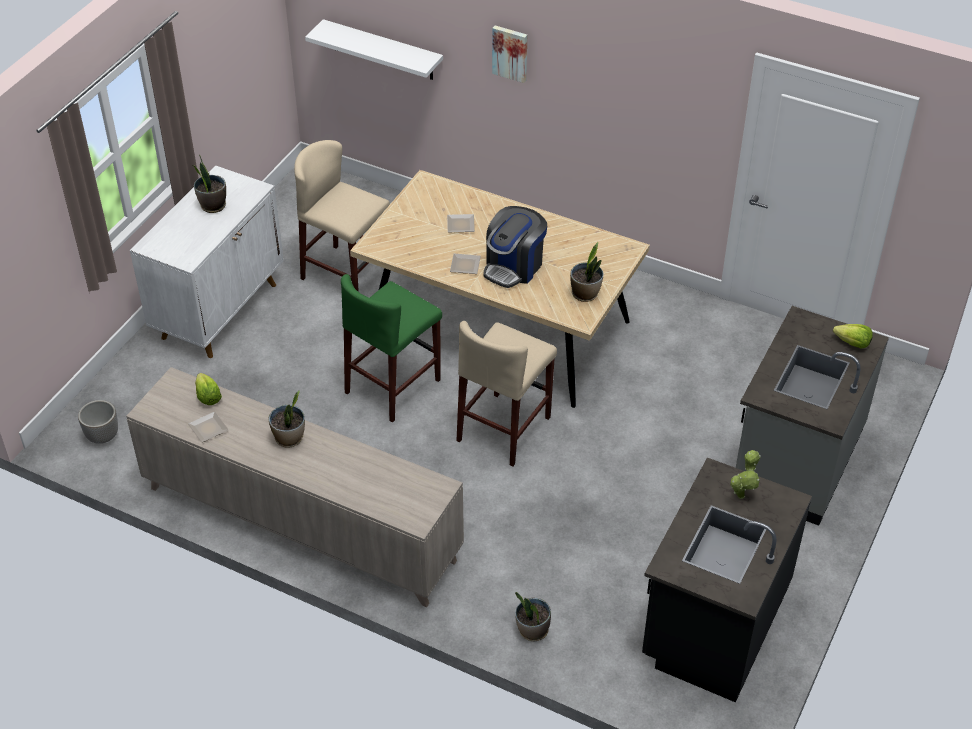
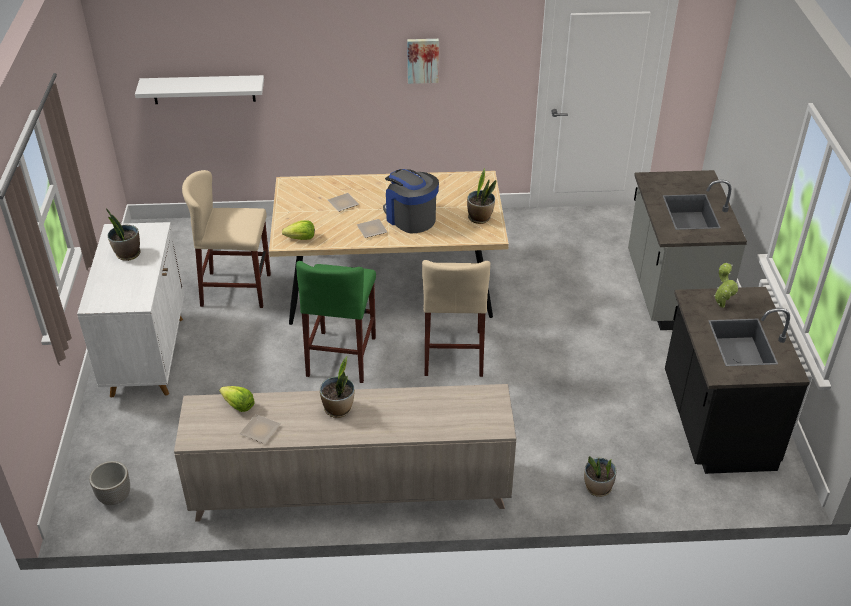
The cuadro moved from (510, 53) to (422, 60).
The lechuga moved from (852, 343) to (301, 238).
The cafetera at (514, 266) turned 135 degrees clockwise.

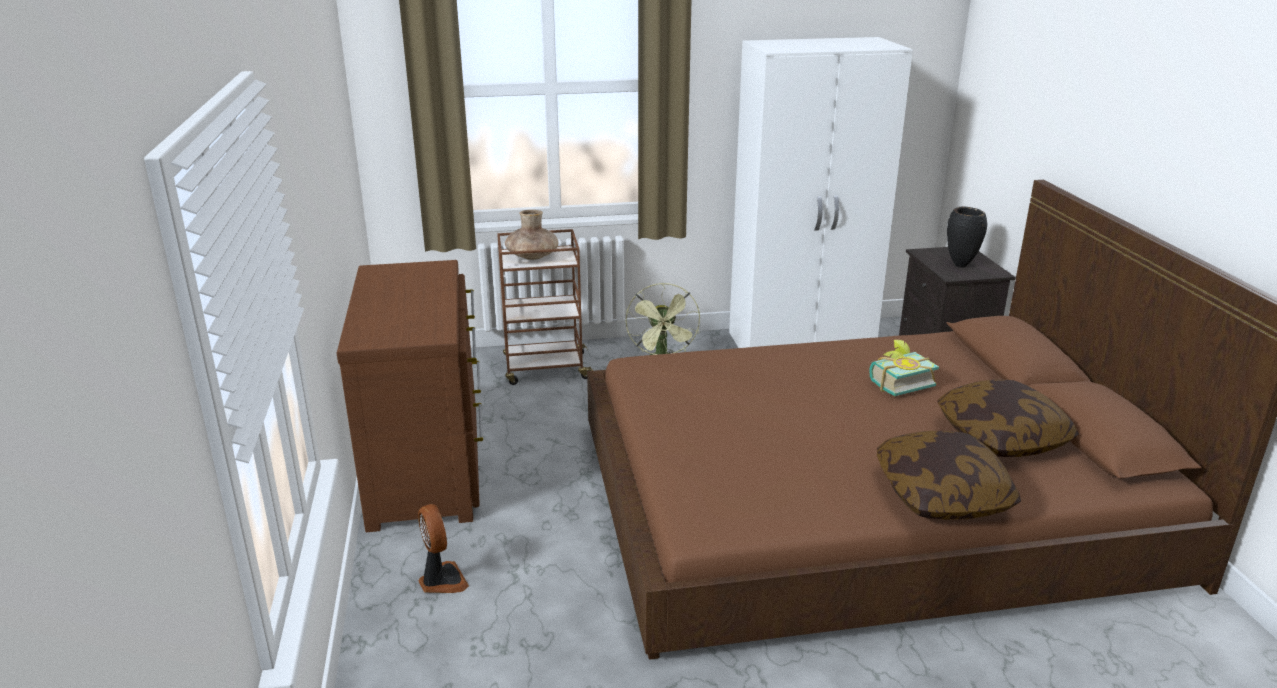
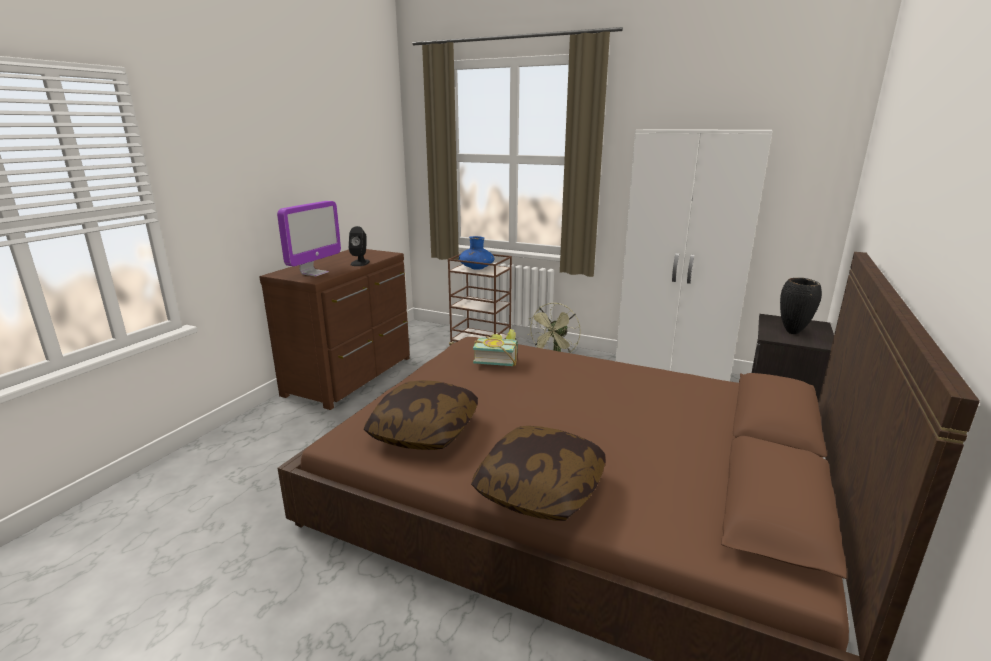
The ventilador at (441, 581) disappeared.
The monitor at (314, 273) appeared.
The altavoz/negro at (360, 263) appeared.
The libro moved from (897, 382) to (496, 359).
The cojín moved from (1002, 437) to (424, 431).
The florero/marrón at (532, 256) became the florero/azul at (476, 268).

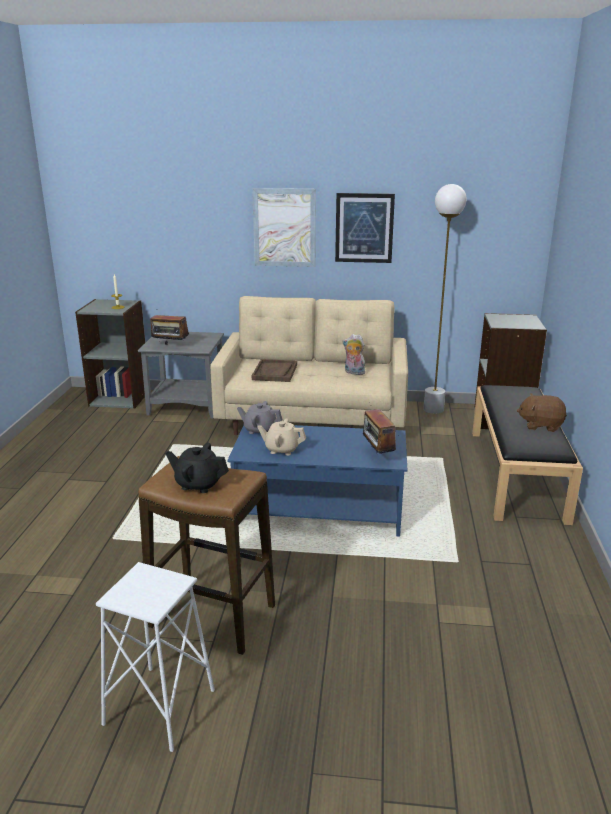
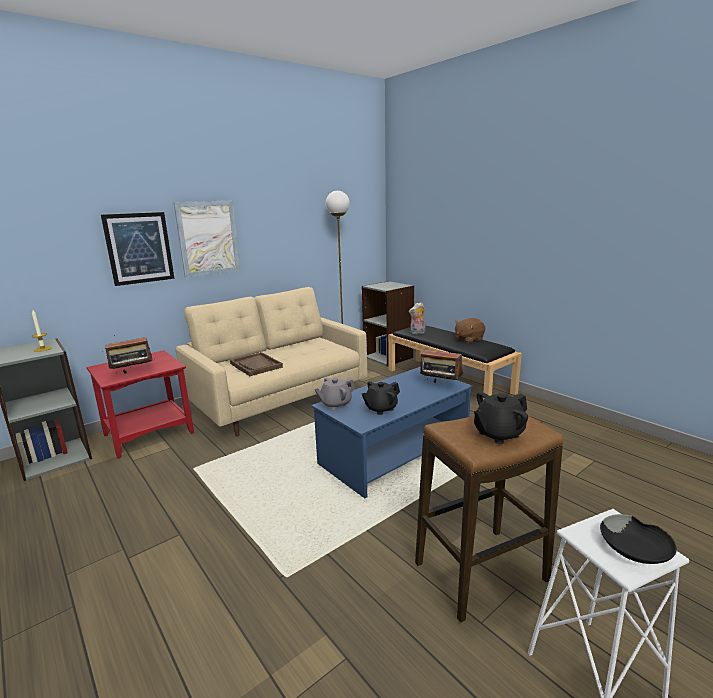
The cuenco/negro at (636, 549) appeared.
The cuadro moved from (364, 228) to (139, 248).
The peluche moved from (353, 372) to (417, 333).
The mesa auxiliar/gris at (187, 405) became the mesa auxiliar/rojo at (148, 433).
The tetera/beis at (282, 449) became the tetera/negro at (380, 409).

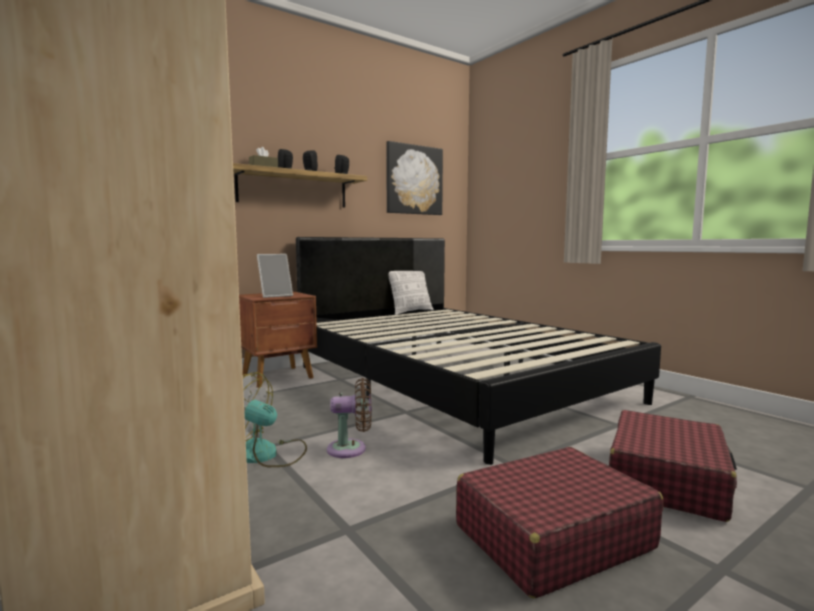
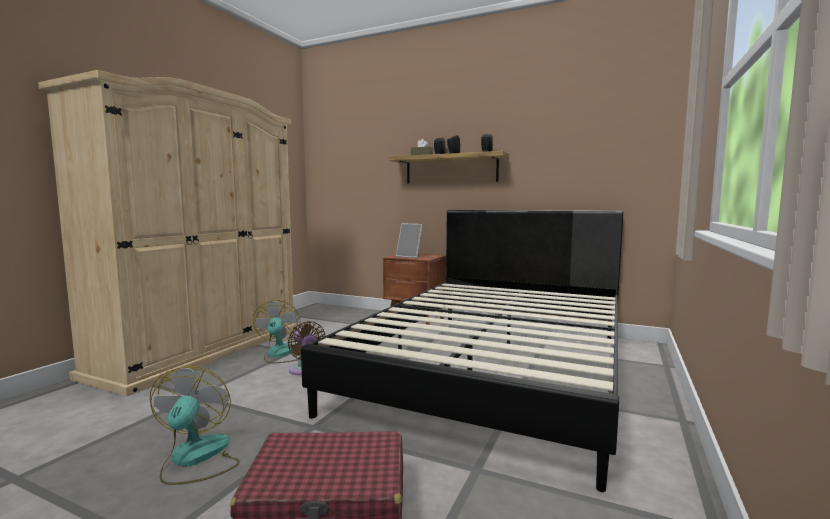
The cuadro at (414, 180) disappeared.
The cojín at (410, 312) disappeared.
The maleta/rojo at (552, 537) was replaced by the ventilador at (195, 459).

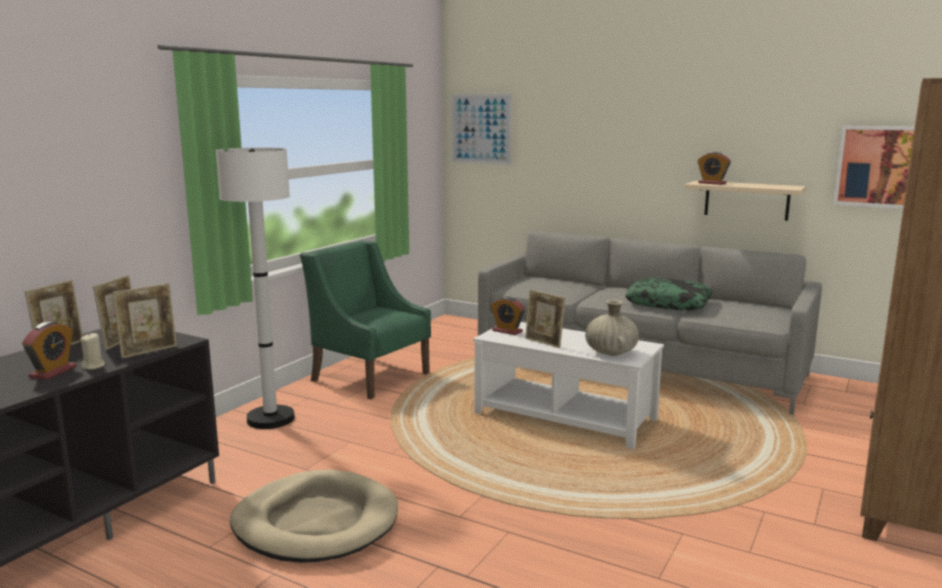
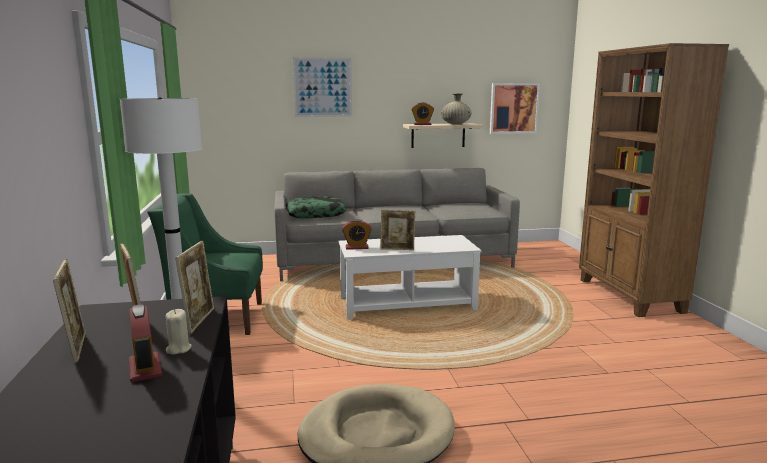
The cuadro moved from (481, 129) to (323, 87).
The florero/beis moved from (611, 352) to (455, 124).
The cojín moved from (668, 303) to (315, 214).

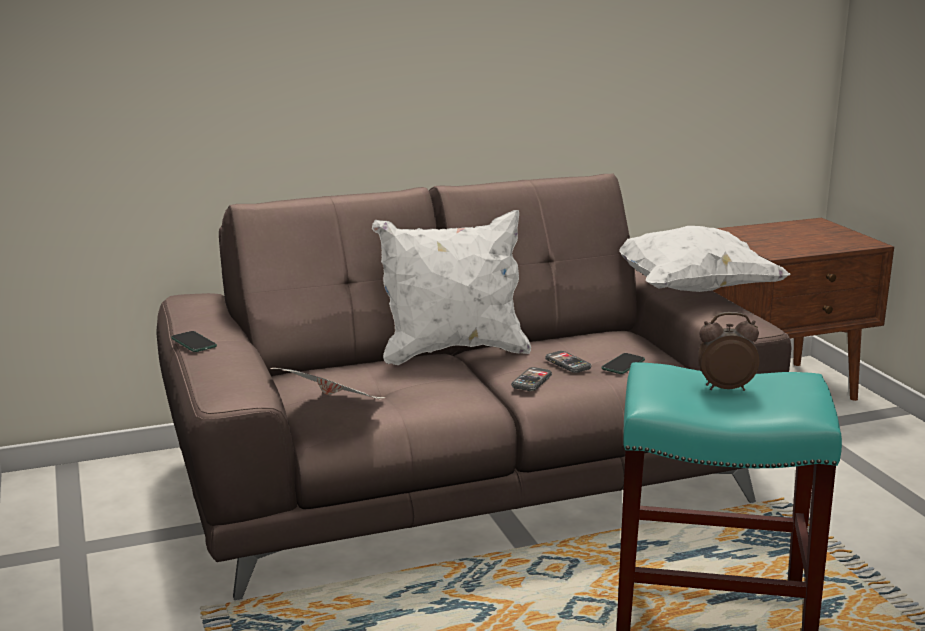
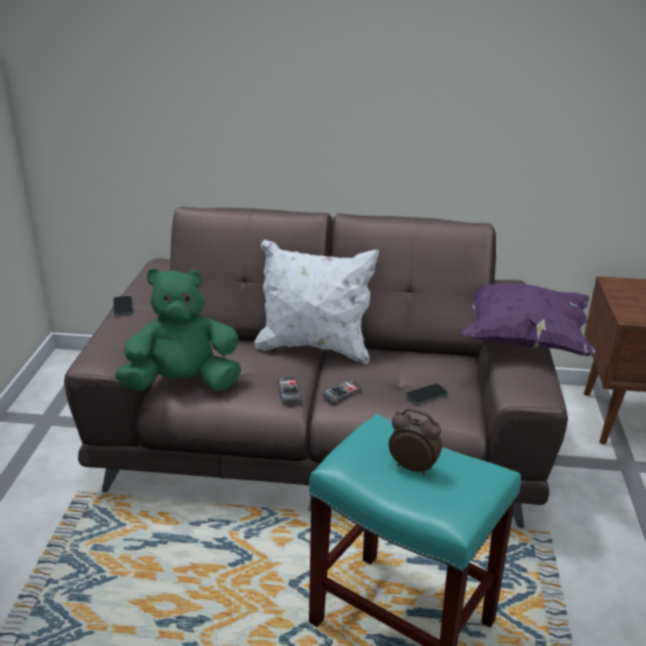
The móvil moved from (568, 363) to (289, 391).
The periódico at (333, 413) was replaced by the peluche/verde at (183, 384).
The cojín/blanco at (691, 290) became the cojín/morado at (524, 339).

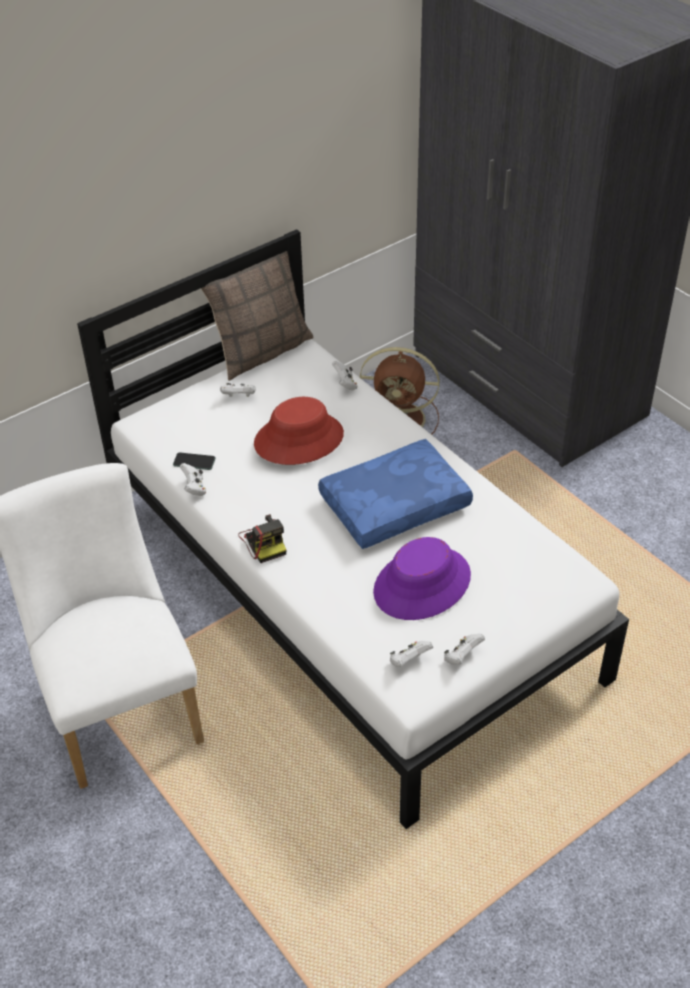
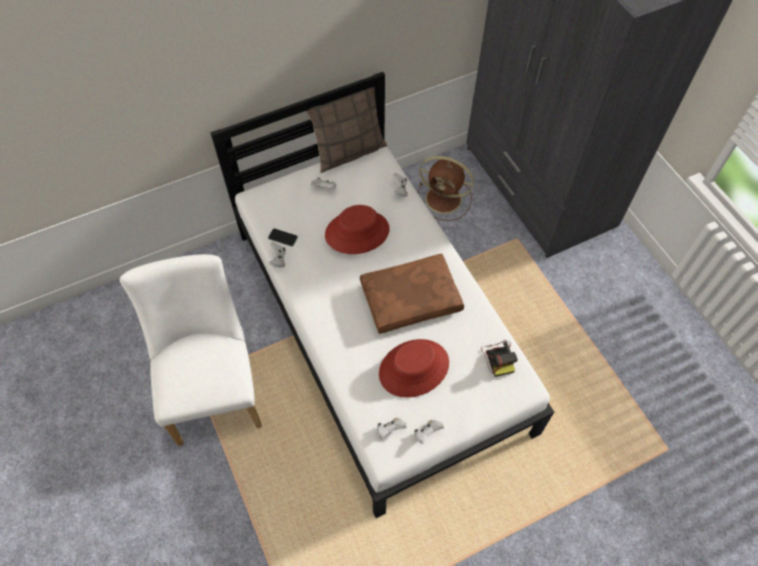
The cámara moved from (264, 542) to (499, 358).
The cojín/azul at (394, 503) became the cojín/marrón at (411, 297).
The sombrero/morado at (422, 584) became the sombrero/rojo at (414, 368).

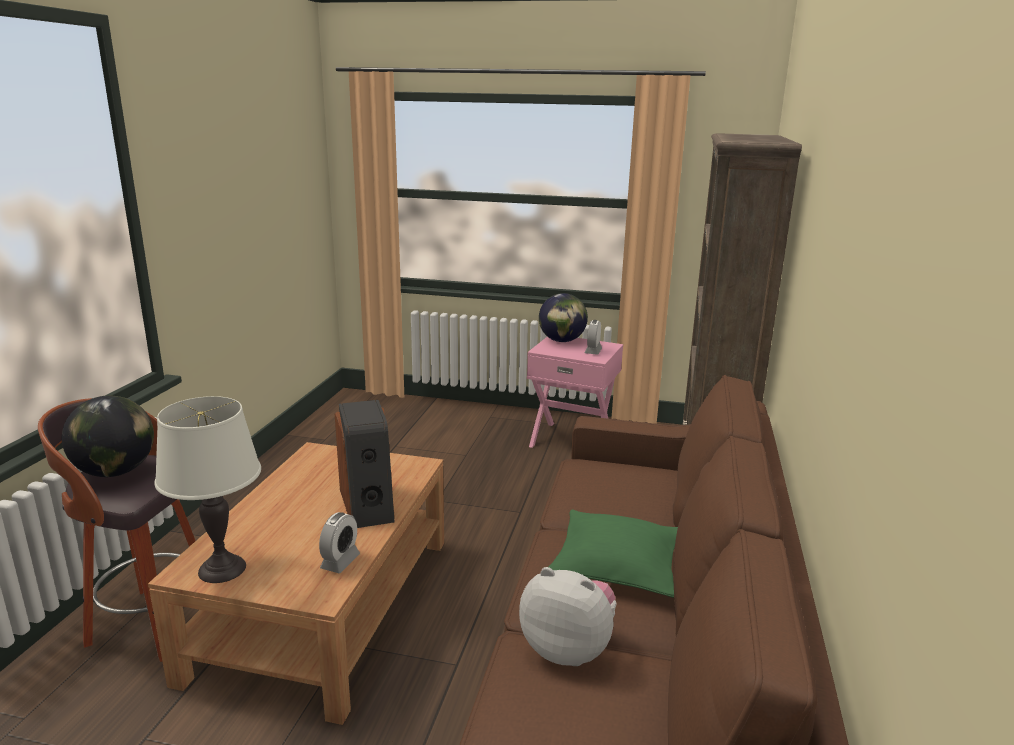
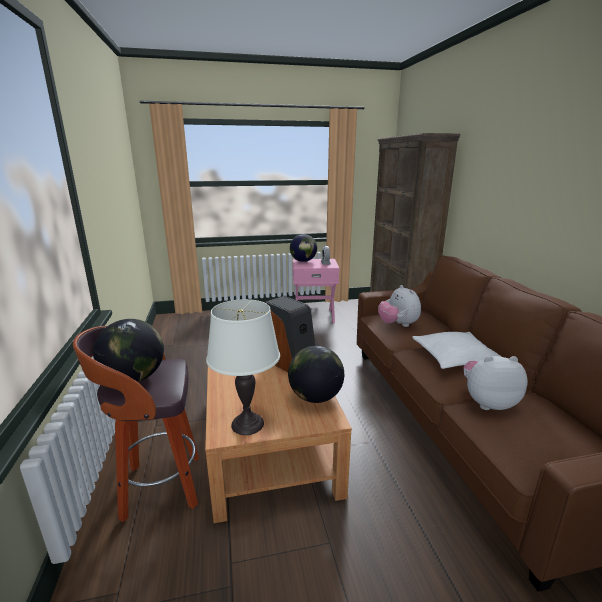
The peluche at (398, 325) appeared.
The despertador at (340, 561) was replaced by the globo terráqueo at (315, 397).
The cojín/verde at (616, 565) became the cojín/blanco at (455, 358).

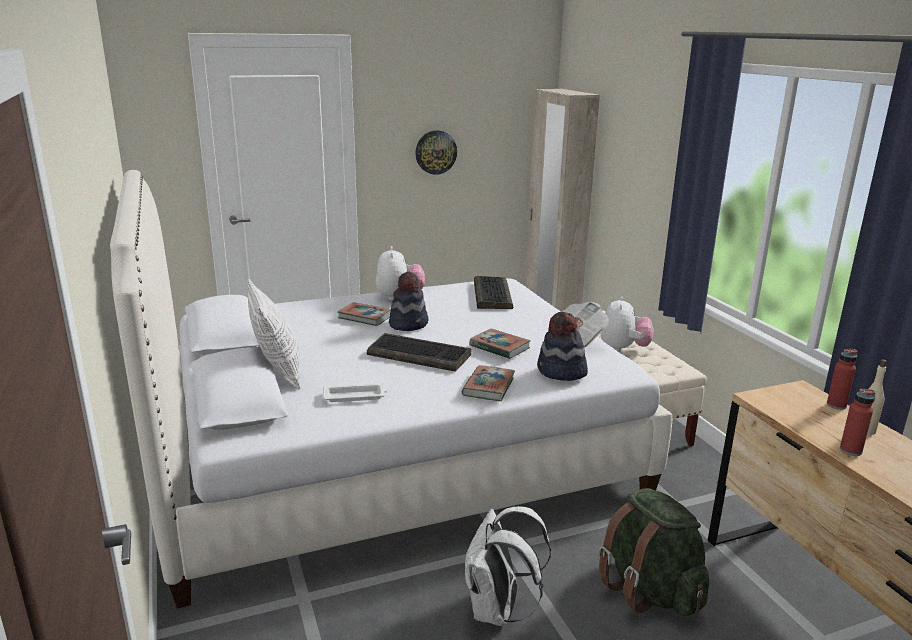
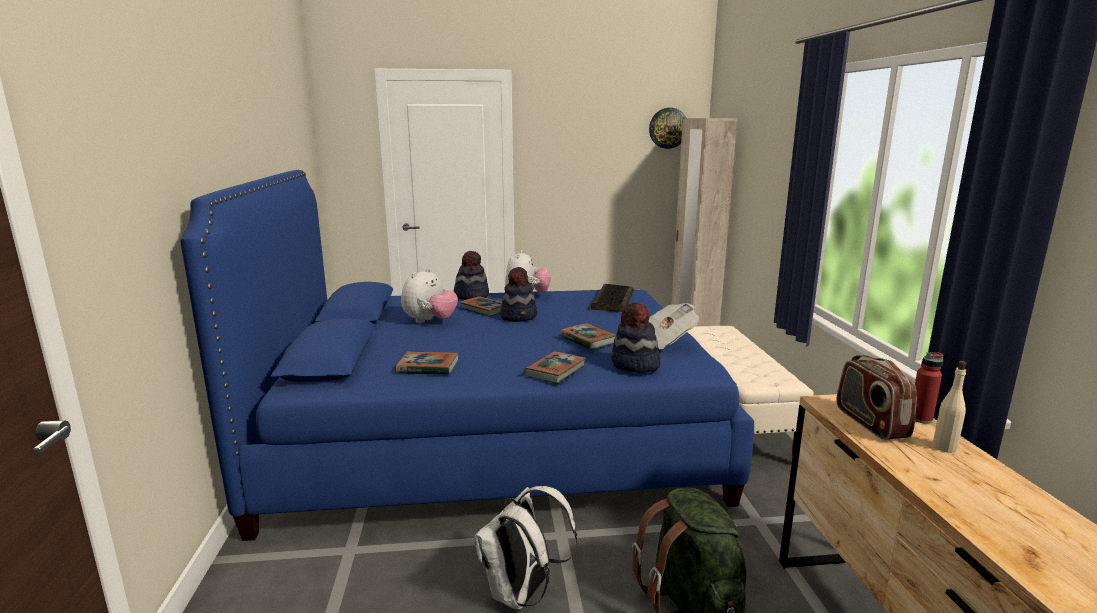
The cojín at (277, 371) disappeared.
The teclado at (420, 354) disappeared.
The botella/rojo at (850, 450) disappeared.
The sombrero at (471, 295) appeared.
The radio at (870, 423) appeared.
The reloj de pared moved from (435, 152) to (668, 128).
The peluche moved from (623, 349) to (430, 321).
The bandeja/blanco at (355, 396) was replaced by the libro at (428, 367).
The cama/blanco at (390, 454) became the cama/azul at (493, 437).

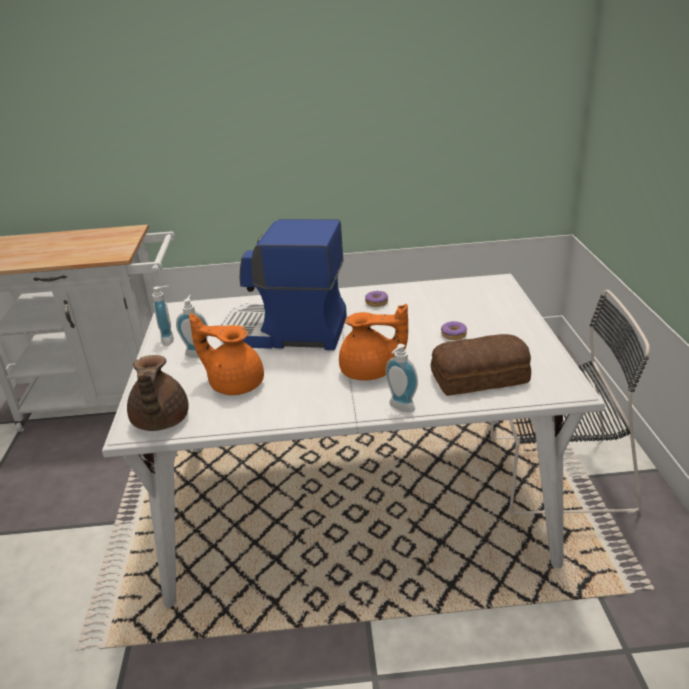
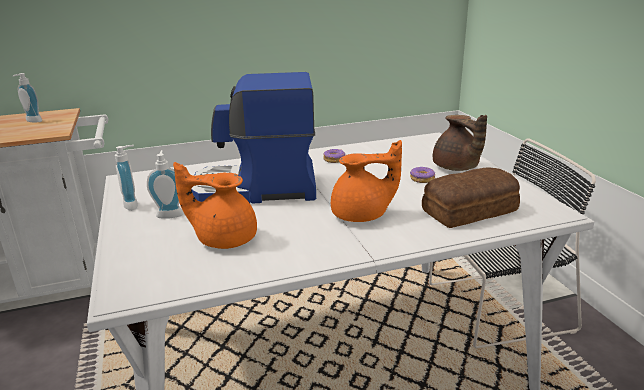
The tetera/marrón moved from (160, 422) to (456, 168).
The dispensador de jabón moved from (400, 408) to (32, 121).

